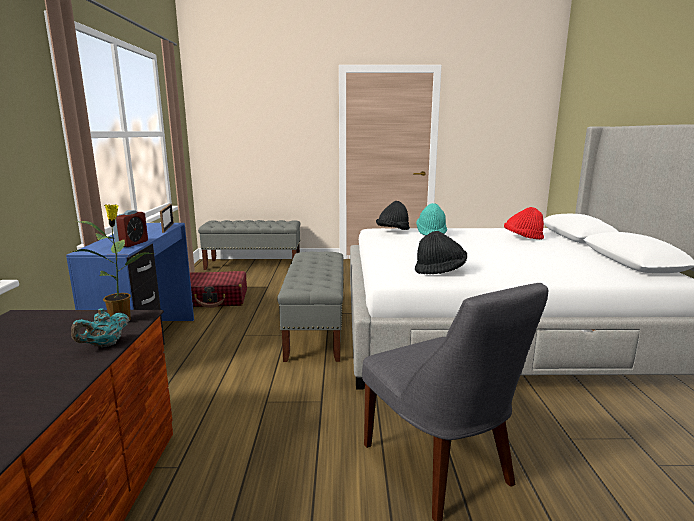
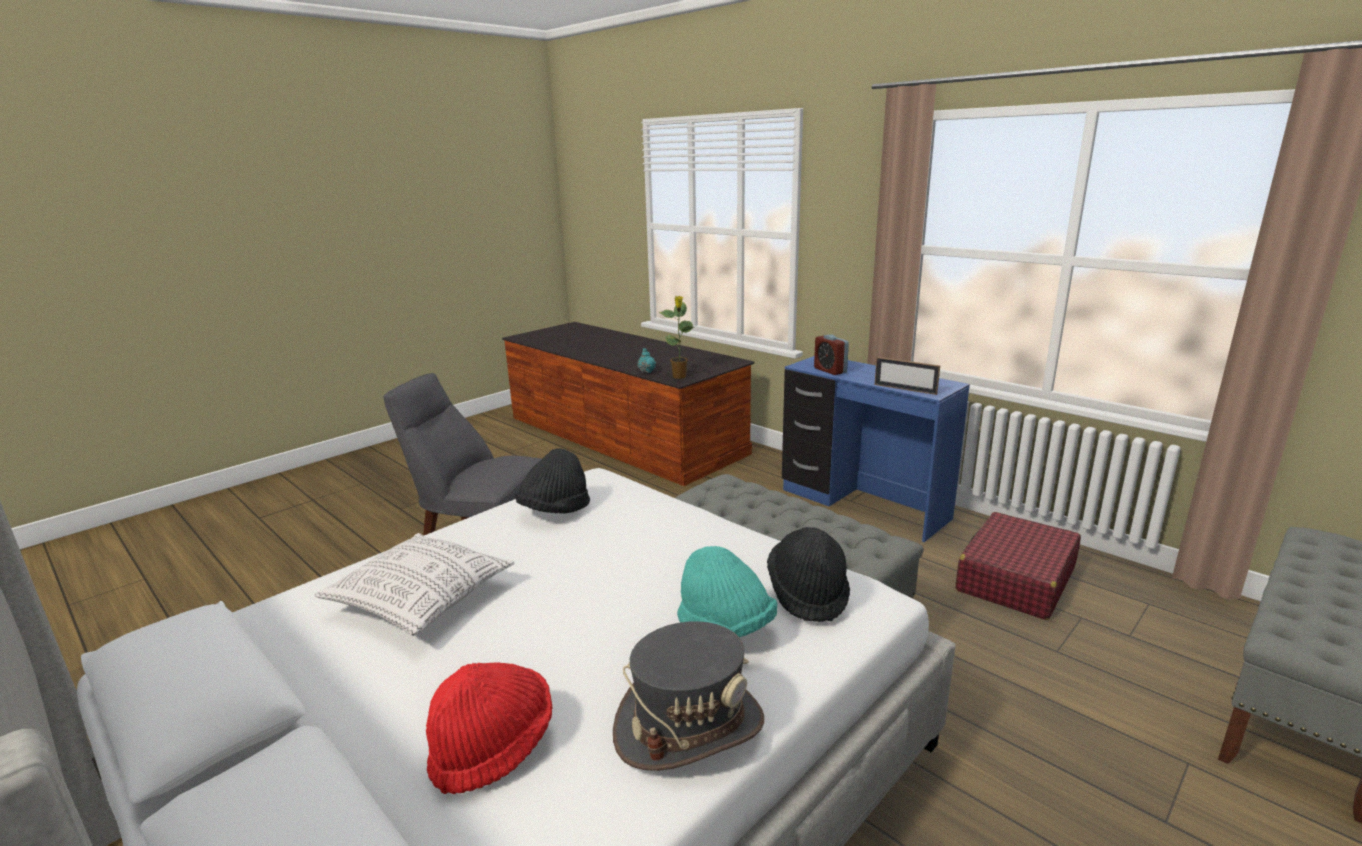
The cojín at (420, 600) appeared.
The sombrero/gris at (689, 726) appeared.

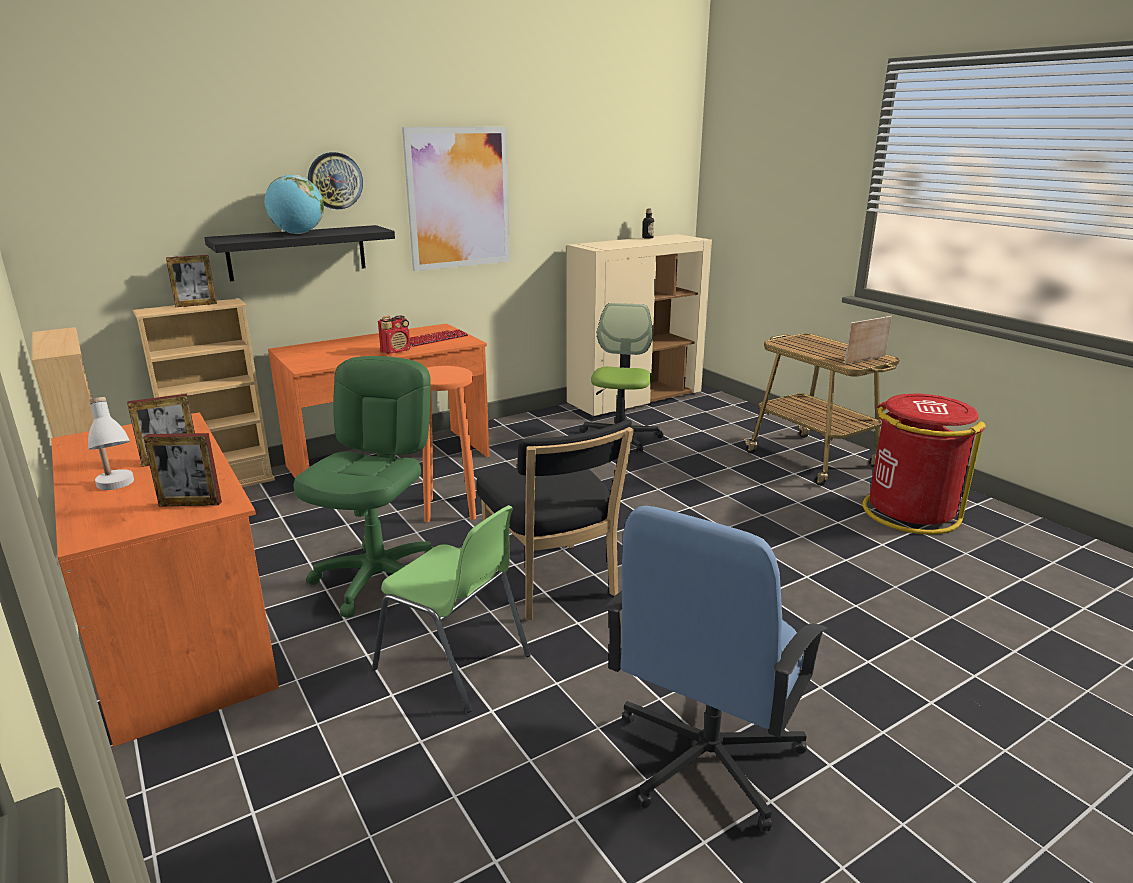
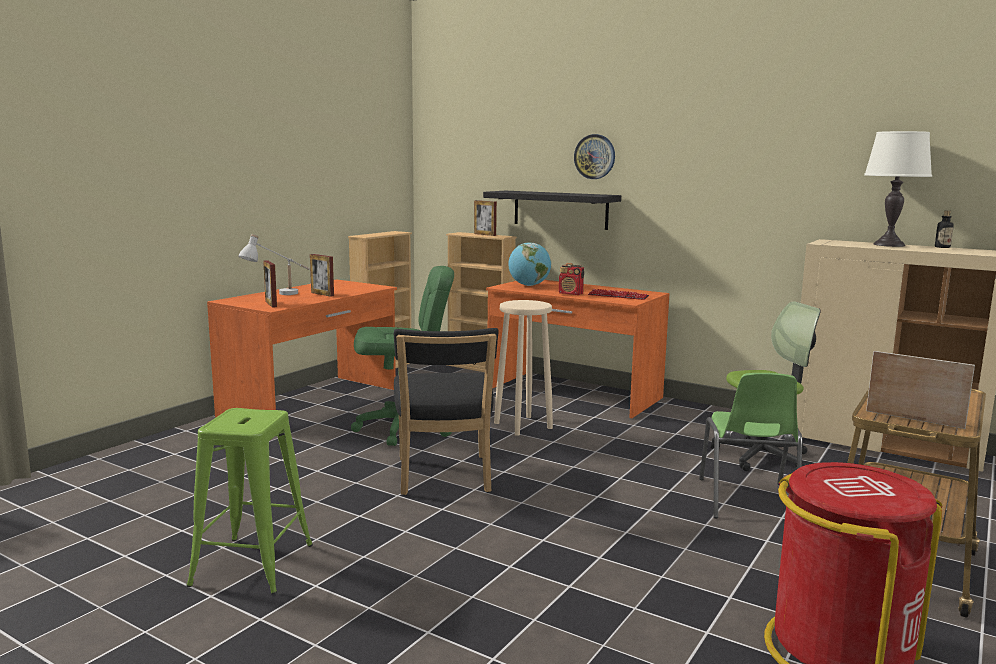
The cuadro at (458, 198) disappeared.
The lámpara de mesa/blanco at (889, 245) appeared.
The globo terráqueo moved from (298, 233) to (529, 285).
The silla/verde moved from (455, 663) to (747, 501).
The silla de oficina/azul at (706, 758) was replaced by the taburete/verde at (252, 565).
The taburete/naranja at (450, 509) became the taburete/beis at (522, 425).
The silla/negro at (553, 585) turned 45 degrees counterclockwise.

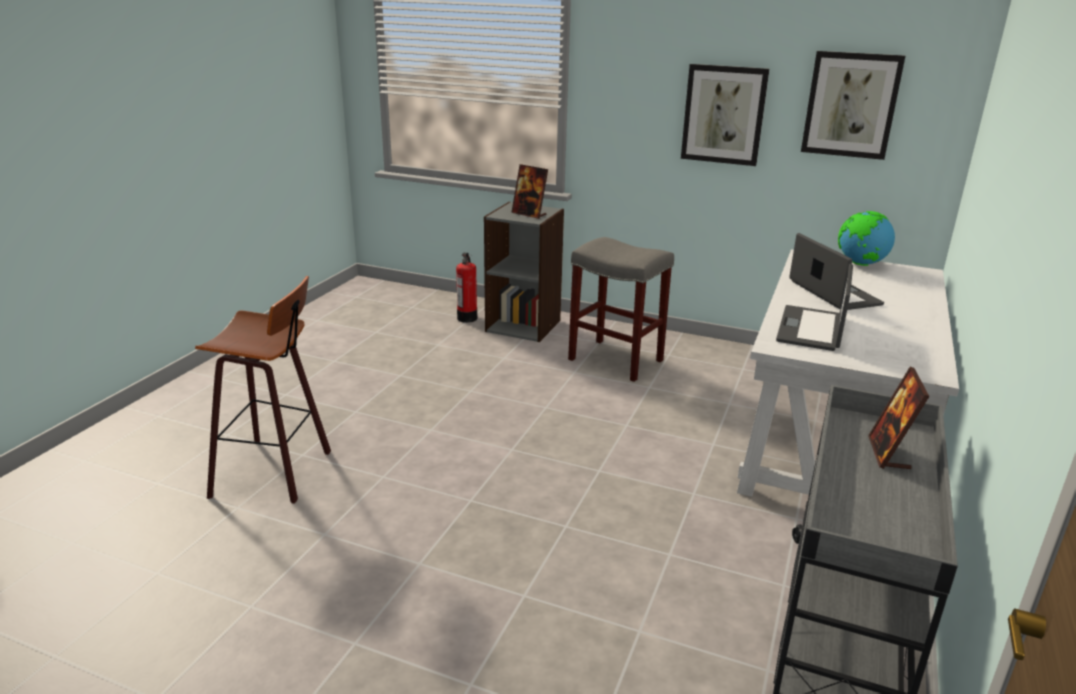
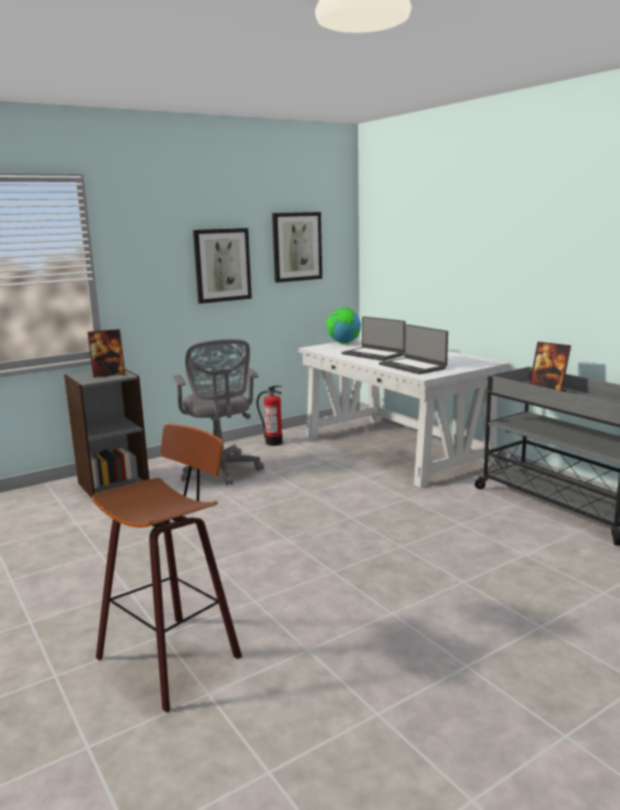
The extintor moved from (467, 318) to (274, 442).
The taburete/gris at (614, 360) was replaced by the silla de oficina/gris at (221, 471).
The portátil at (833, 293) turned 150 degrees counterclockwise.

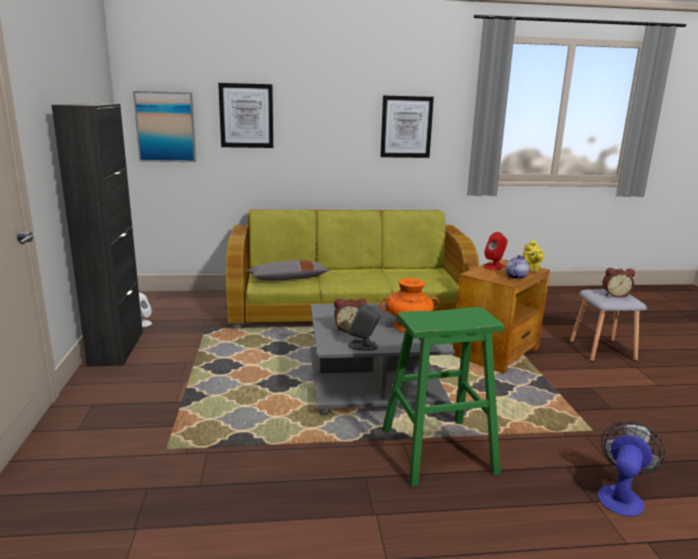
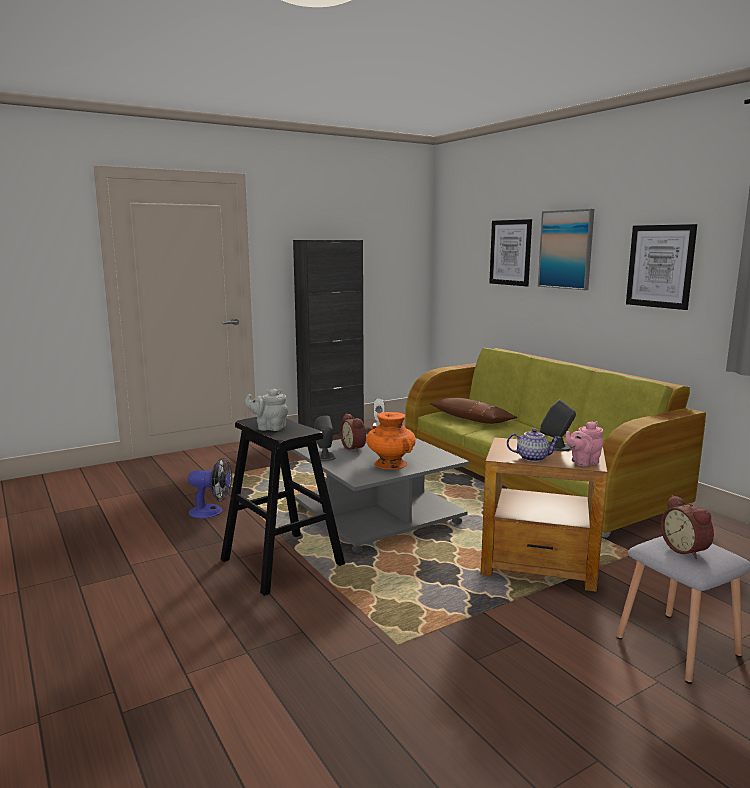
The tetera/gris at (269, 428) appeared.
The cuadro moved from (165, 127) to (566, 249).
The ventilador moved from (621, 496) to (212, 512).
The cojín/gris at (288, 279) became the cojín/marrón at (471, 419).
The taburete/verde at (438, 450) became the taburete/negro at (282, 562).
The altavoz/rojo at (494, 266) became the altavoz/gris at (555, 447).
The tetera/amarillo at (530, 269) became the tetera/rosa at (583, 462).

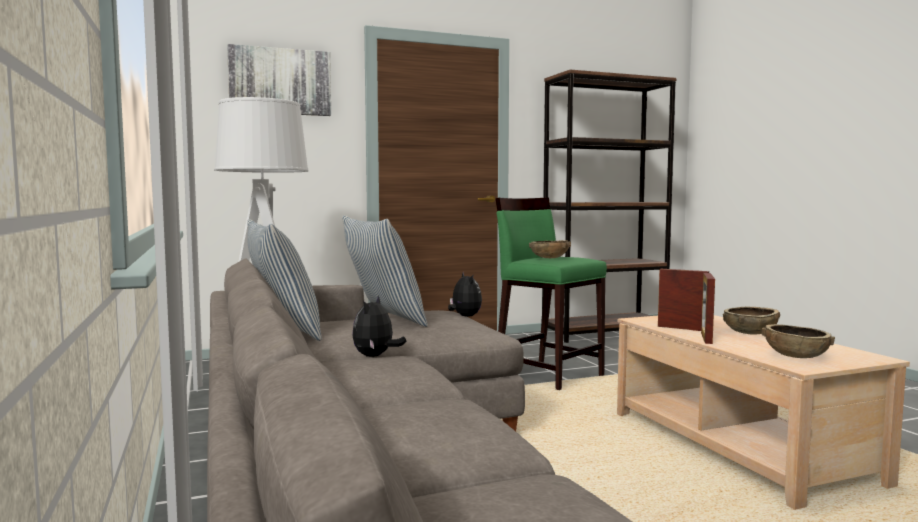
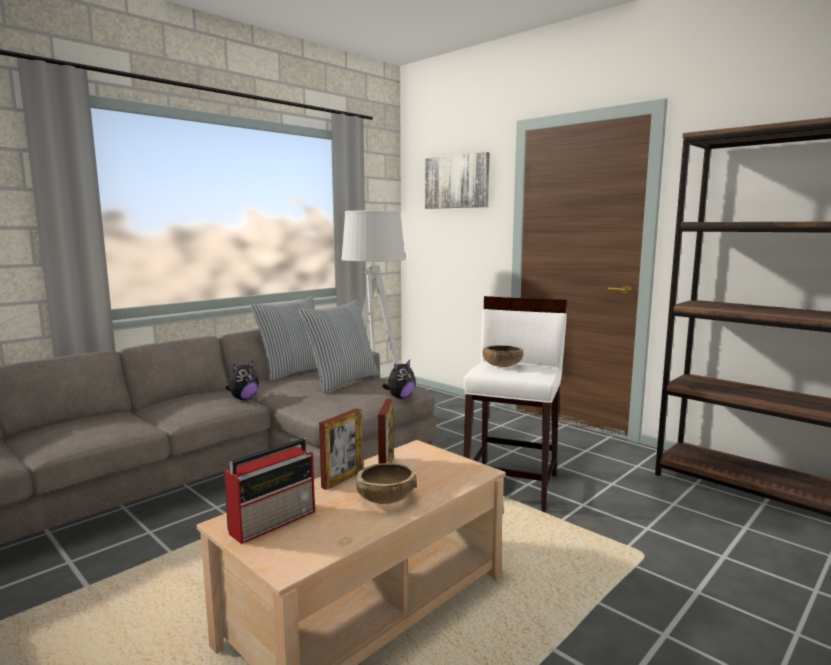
The cuenco/marrón at (796, 356) was replaced by the radio at (274, 521).
The taburete/verde at (549, 374) became the taburete/blanco at (512, 485).
The peluche at (375, 356) turned 135 degrees clockwise.
The portarretratos at (706, 338) turned 135 degrees clockwise.

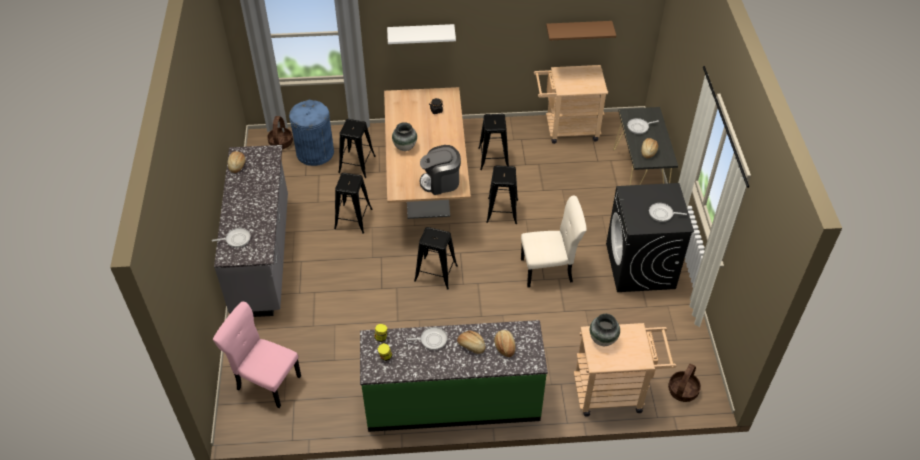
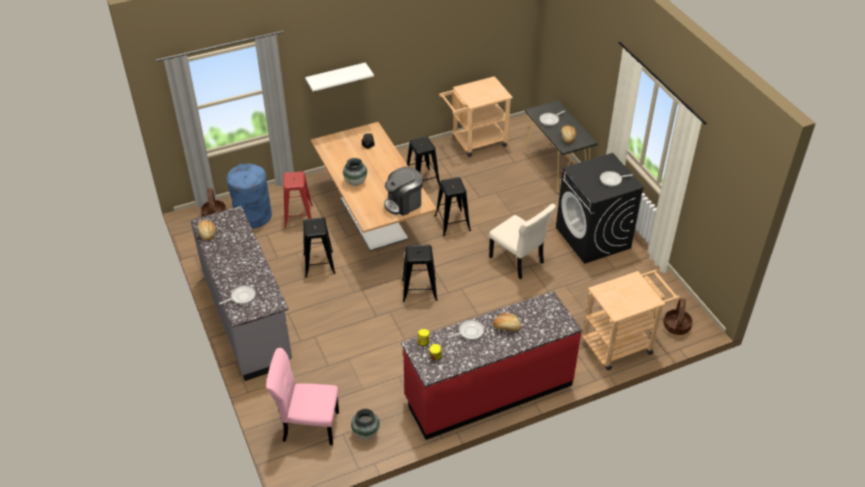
The pan at (505, 346) disappeared.
The estante/marrón at (578, 30) disappeared.
The florero moved from (603, 340) to (366, 433).
The taburete/negro at (357, 164) became the taburete/rojo at (298, 216).
The mueble bajo de cocina/verde at (452, 401) became the mueble bajo de cocina/rojo at (488, 391).
The silla/beis at (549, 270) turned 75 degrees clockwise.

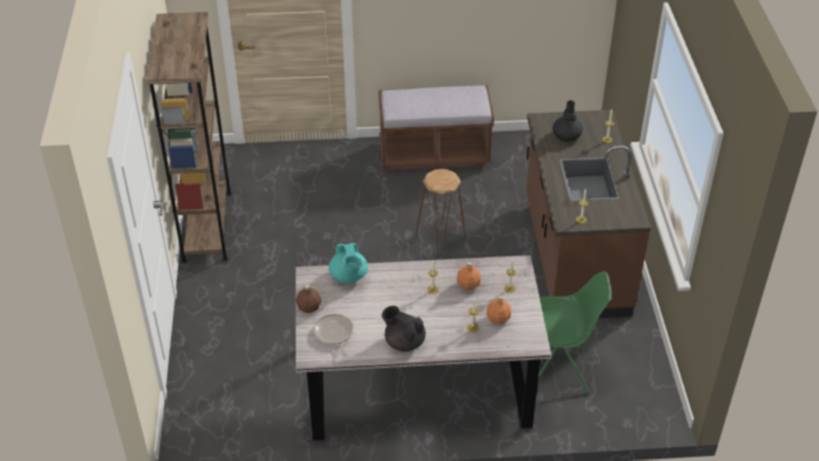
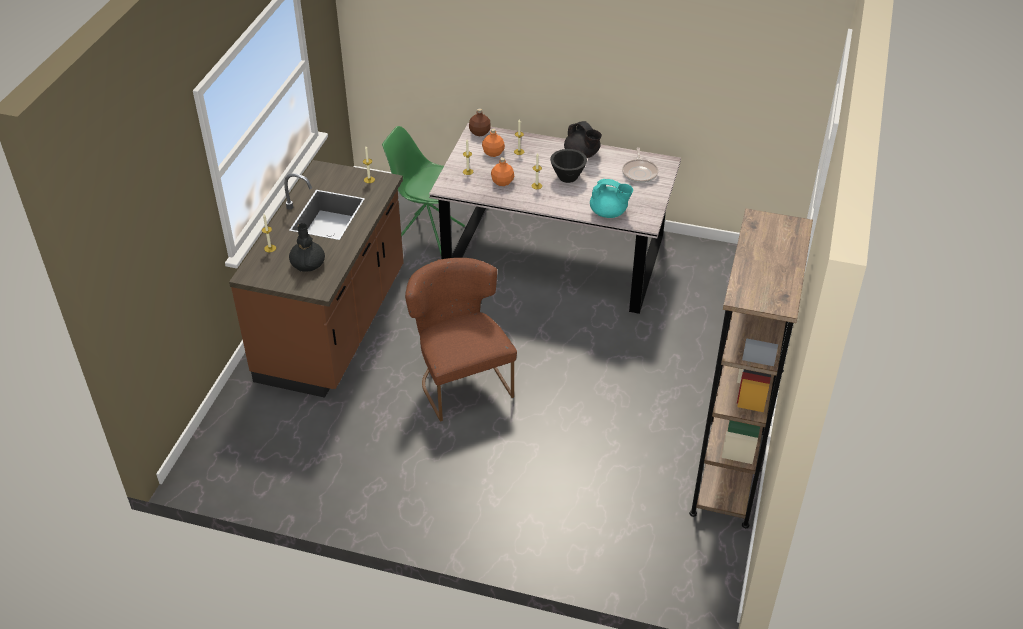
The banco/marrón at (434, 154) disappeared.
The cuenco/negro at (567, 177) appeared.
The botella/marrón moved from (309, 307) to (479, 133).
The taburete/marrón at (440, 239) was replaced by the silla/marrón at (461, 381).
The tetera/turquesa at (349, 276) turned 105 degrees clockwise.

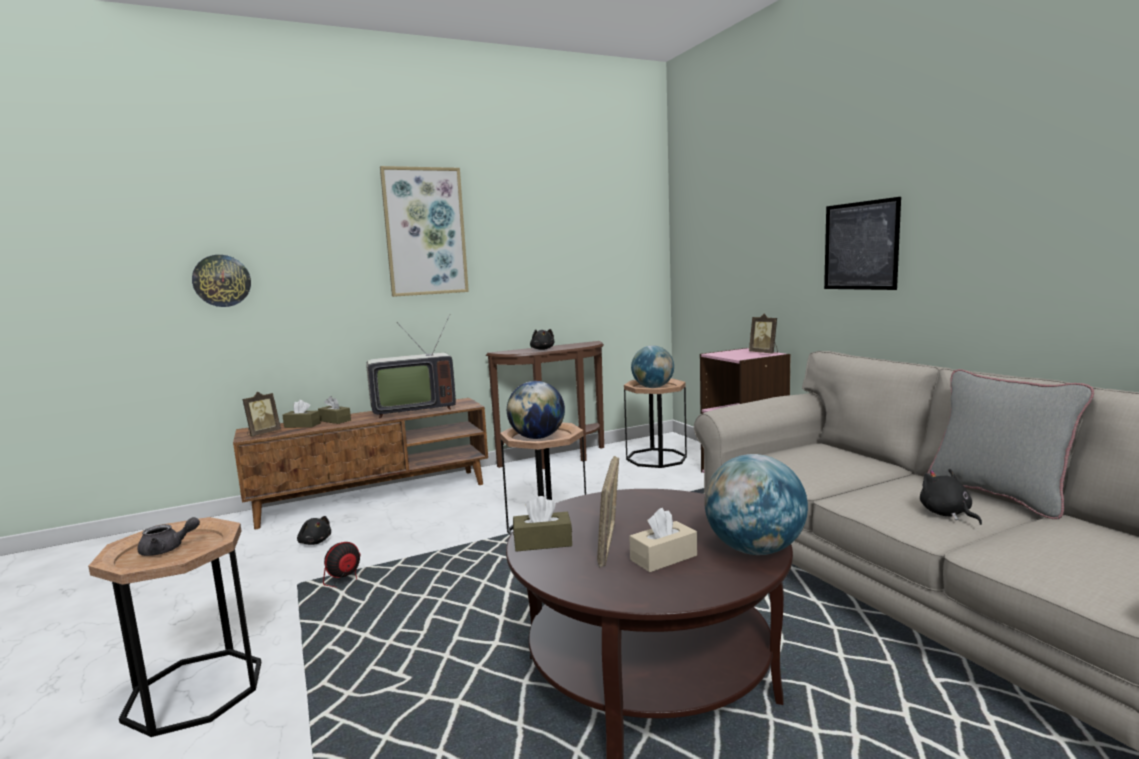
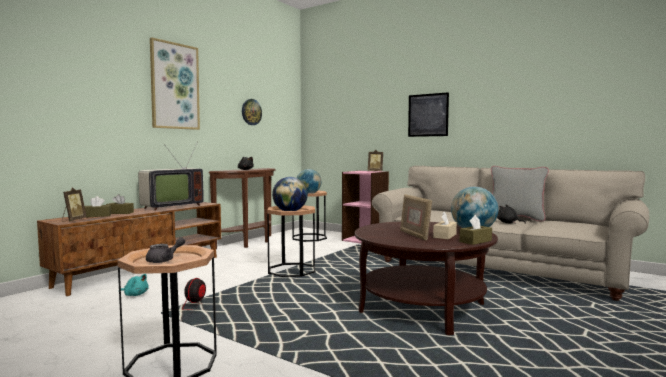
The reloj de pared moved from (222, 281) to (251, 112).
The caja de pañuelos/marrón moved from (542, 542) to (475, 241).
The peluche/negro at (315, 542) became the peluche/turquesa at (135, 294).

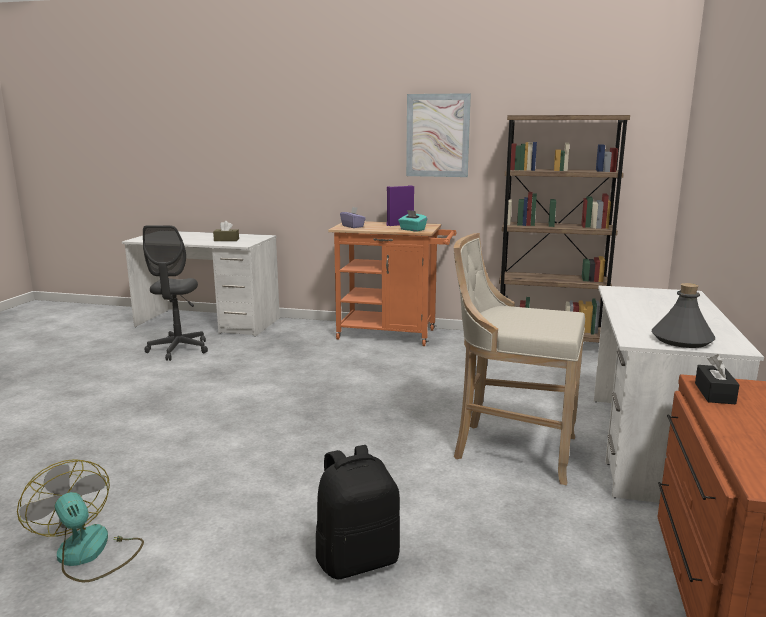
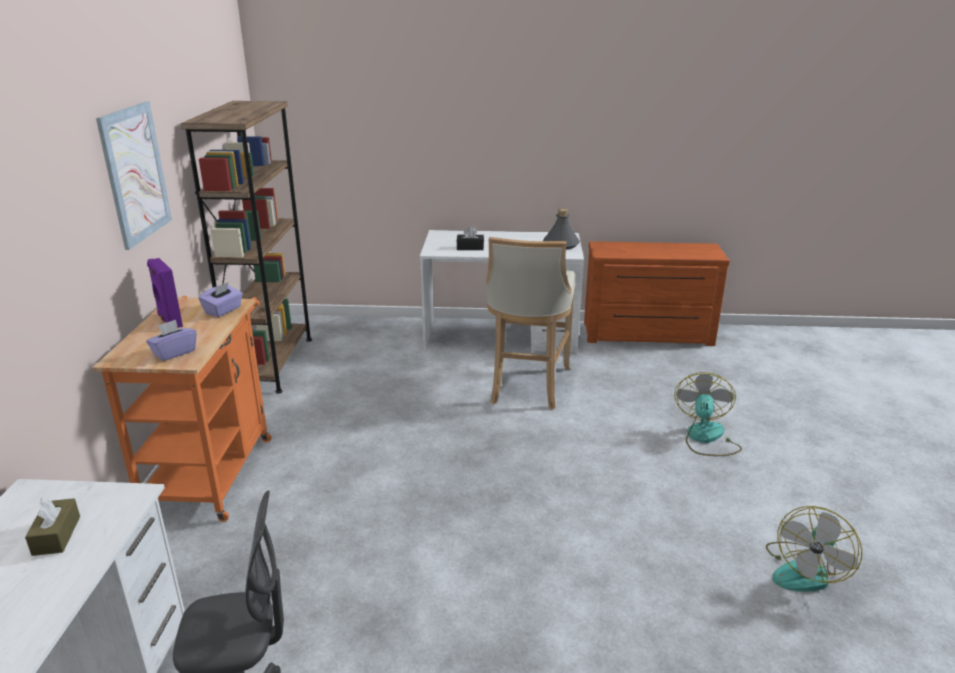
The caja de pañuelos/negro moved from (714, 393) to (470, 247).
The mochila/negro at (358, 559) was replaced by the ventilador at (706, 438).
The caja de pañuelos/turquesa at (412, 230) became the caja de pañuelos/morado at (223, 310).

